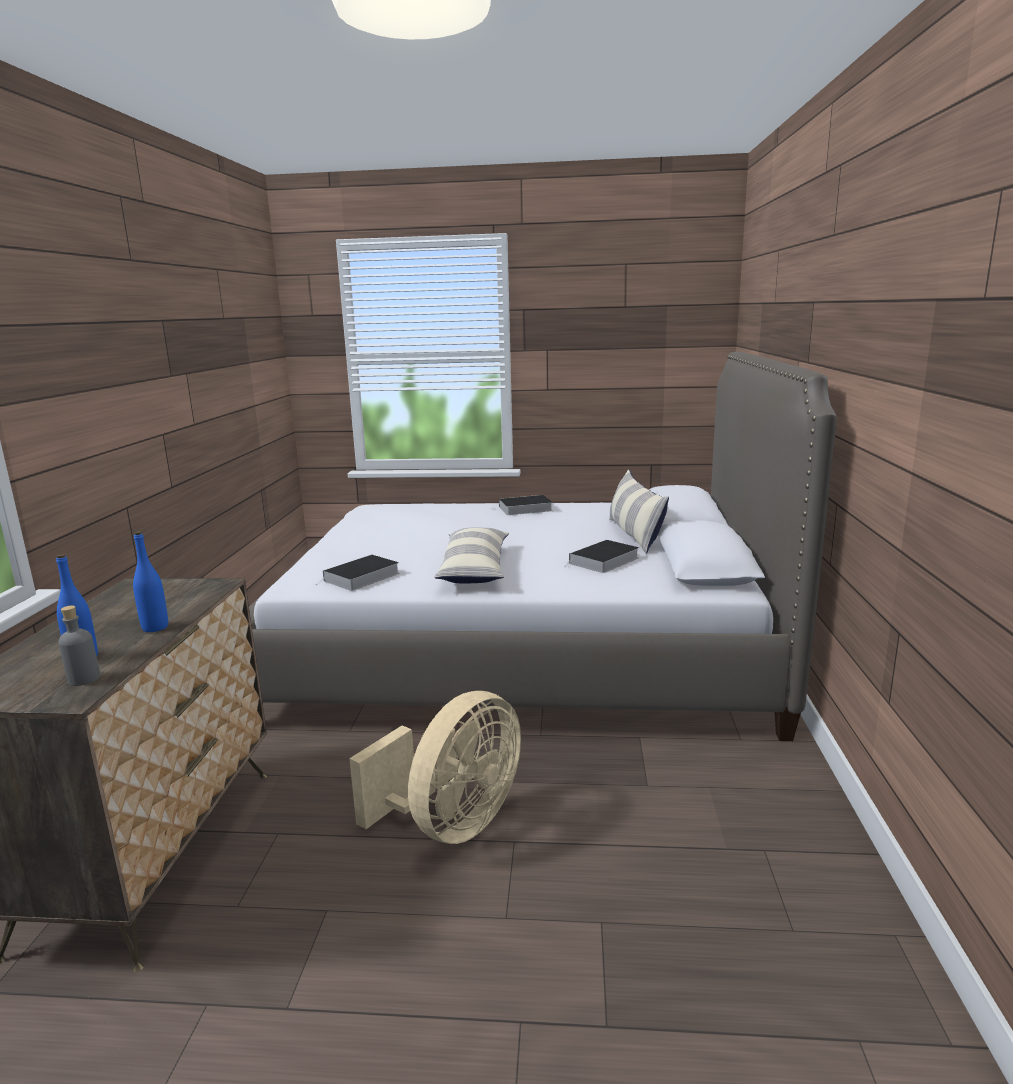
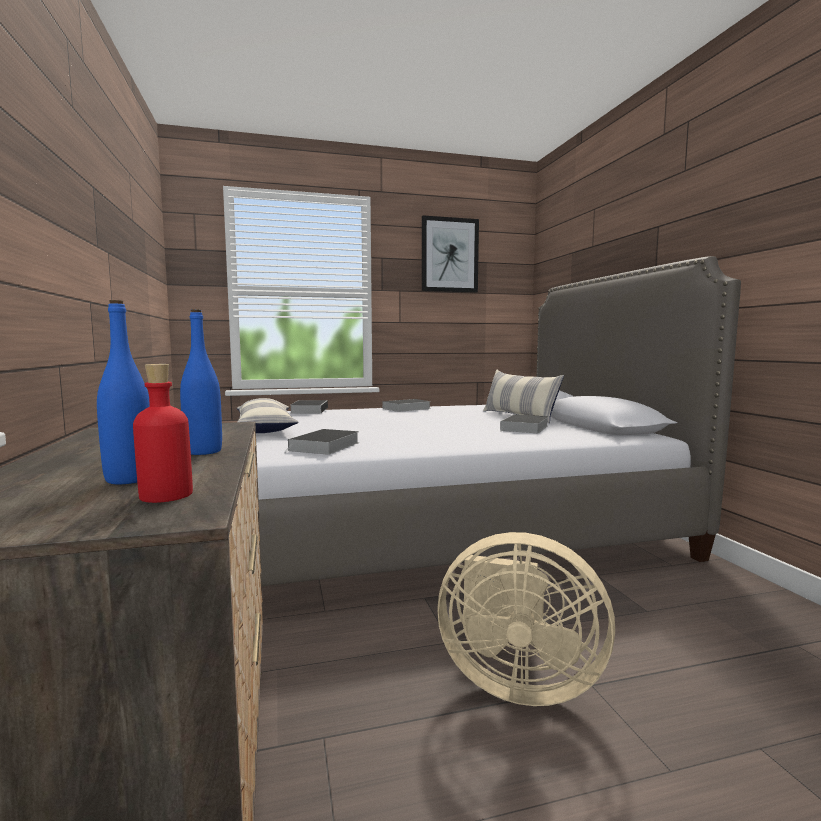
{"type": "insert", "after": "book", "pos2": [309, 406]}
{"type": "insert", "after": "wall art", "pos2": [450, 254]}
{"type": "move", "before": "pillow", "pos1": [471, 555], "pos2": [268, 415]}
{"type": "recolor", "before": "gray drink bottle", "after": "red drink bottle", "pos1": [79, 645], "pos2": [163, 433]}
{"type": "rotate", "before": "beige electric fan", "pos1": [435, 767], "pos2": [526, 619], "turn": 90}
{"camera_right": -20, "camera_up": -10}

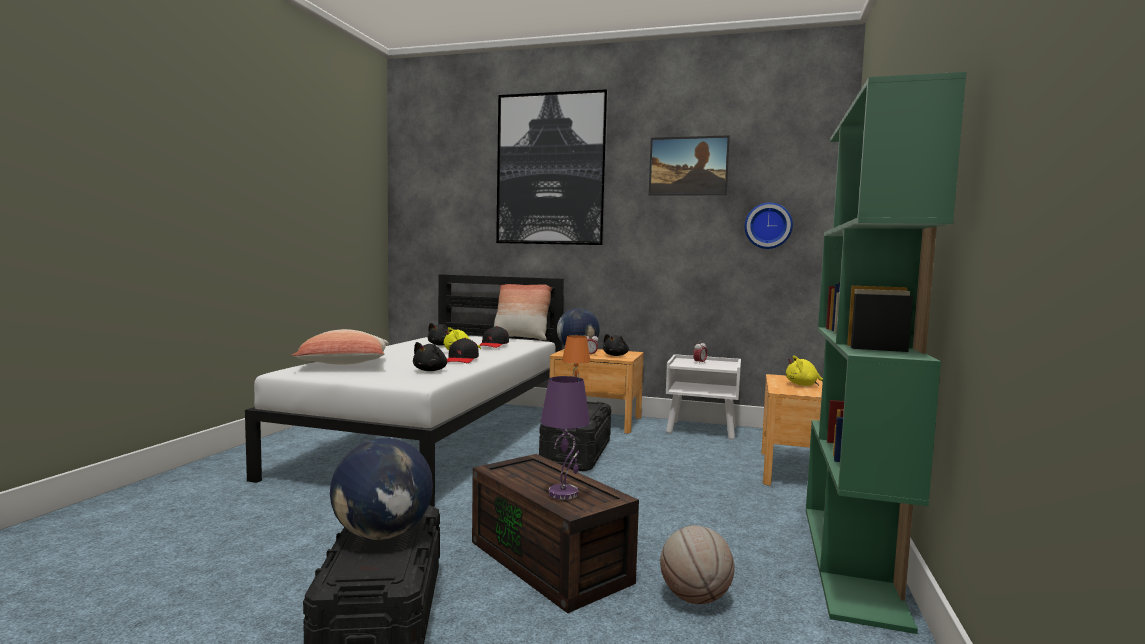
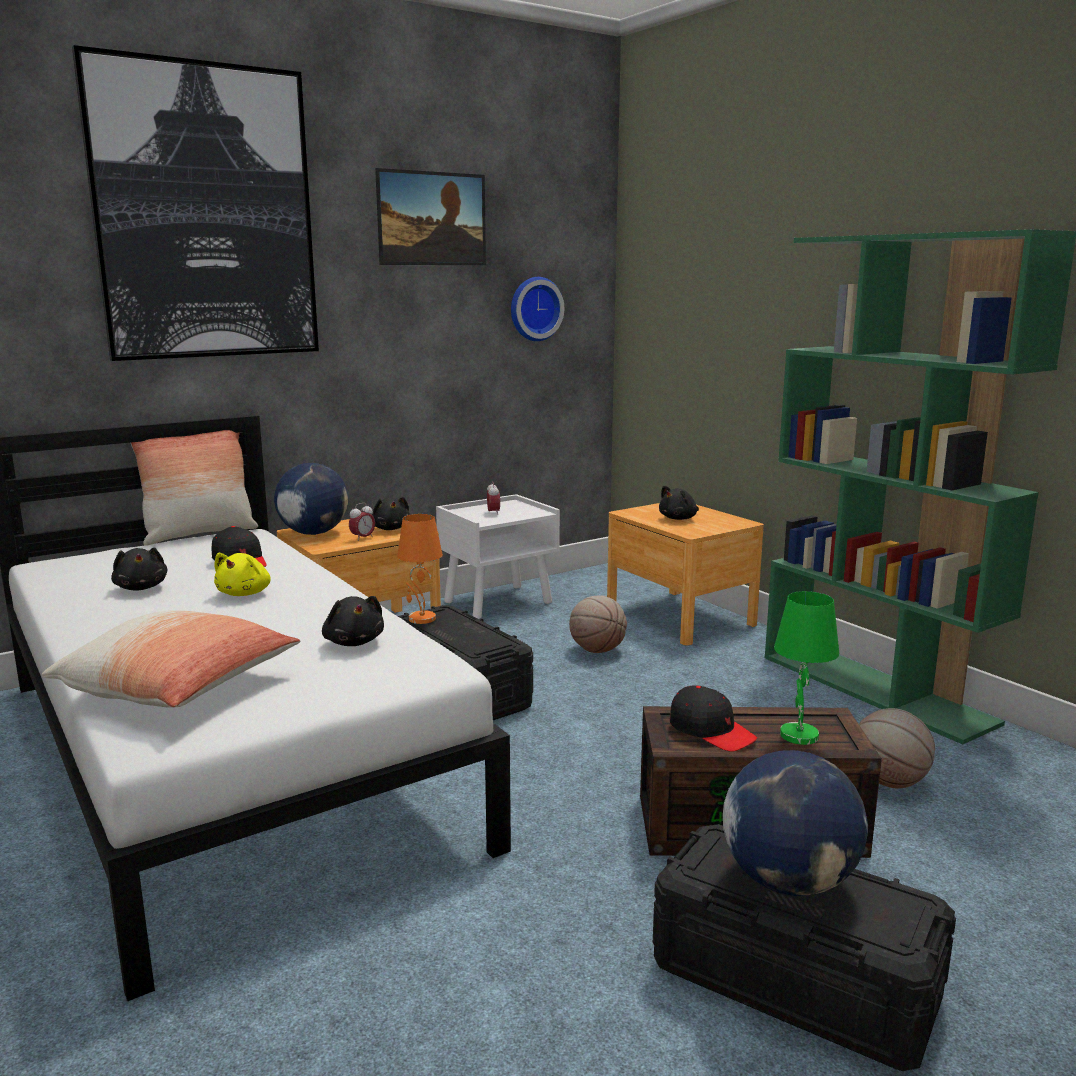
{"type": "insert", "after": "basketball ball", "pos2": [598, 624]}
{"type": "move", "before": "black-coloured cap", "pos1": [463, 350], "pos2": [713, 718]}
{"type": "recolor", "before": "purple table lamp", "after": "green table lamp", "pos1": [565, 437], "pos2": [806, 668]}
{"type": "recolor", "before": "yellow-coloured cuddly toy", "after": "black-coloured cuddly toy", "pos1": [804, 371], "pos2": [679, 503]}
{"camera_right": -50, "camera_up": 10}

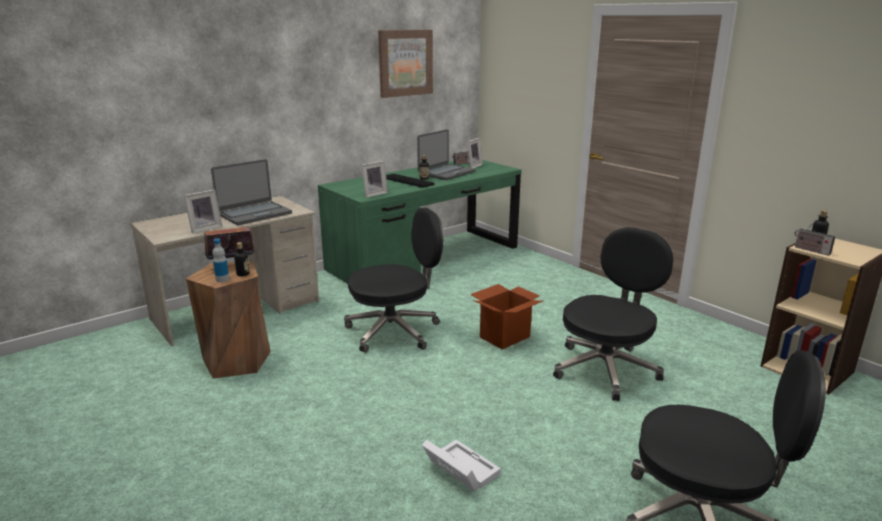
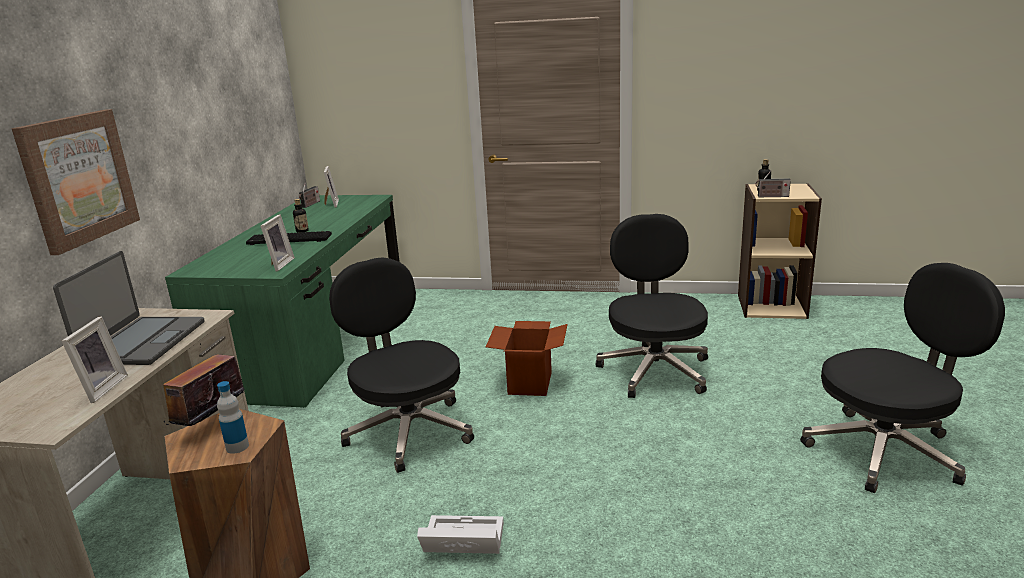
{"type": "delete", "before": "drink bottle", "pos1": [242, 259]}
{"type": "delete", "before": "laptop", "pos1": [446, 154]}
{"type": "move", "before": "wall art", "pos1": [405, 64], "pos2": [76, 182]}
{"type": "move", "before": "white-coloured storage container", "pos1": [461, 466], "pos2": [460, 534]}
{"type": "rotate", "before": "black-coloured computer chair", "pos1": [393, 280], "pos2": [401, 365], "turn": -60}
{"camera_right": -40, "camera_up": 0}

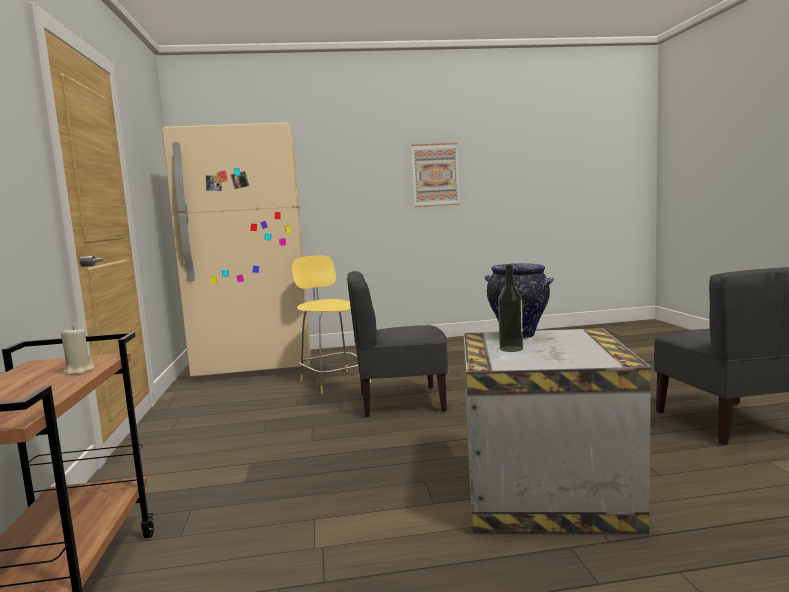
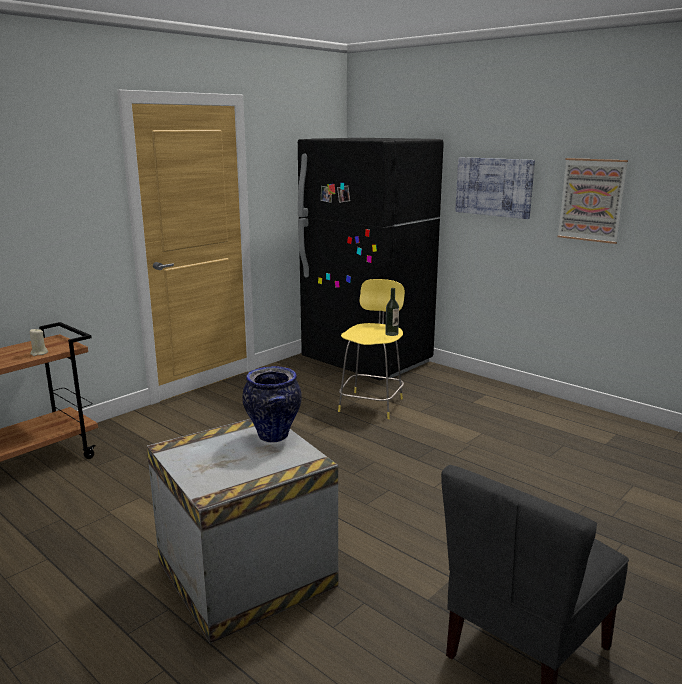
{"type": "delete", "before": "gray upright chair", "pos1": [397, 344]}
{"type": "insert", "after": "wall art", "pos2": [495, 188]}
{"type": "move", "before": "drink bottle", "pos1": [510, 308], "pos2": [392, 312]}
{"type": "recolor", "before": "beige fridge", "after": "black-coloured fridge", "pos1": [236, 249], "pos2": [371, 259]}
{"camera_right": 50, "camera_up": 10}

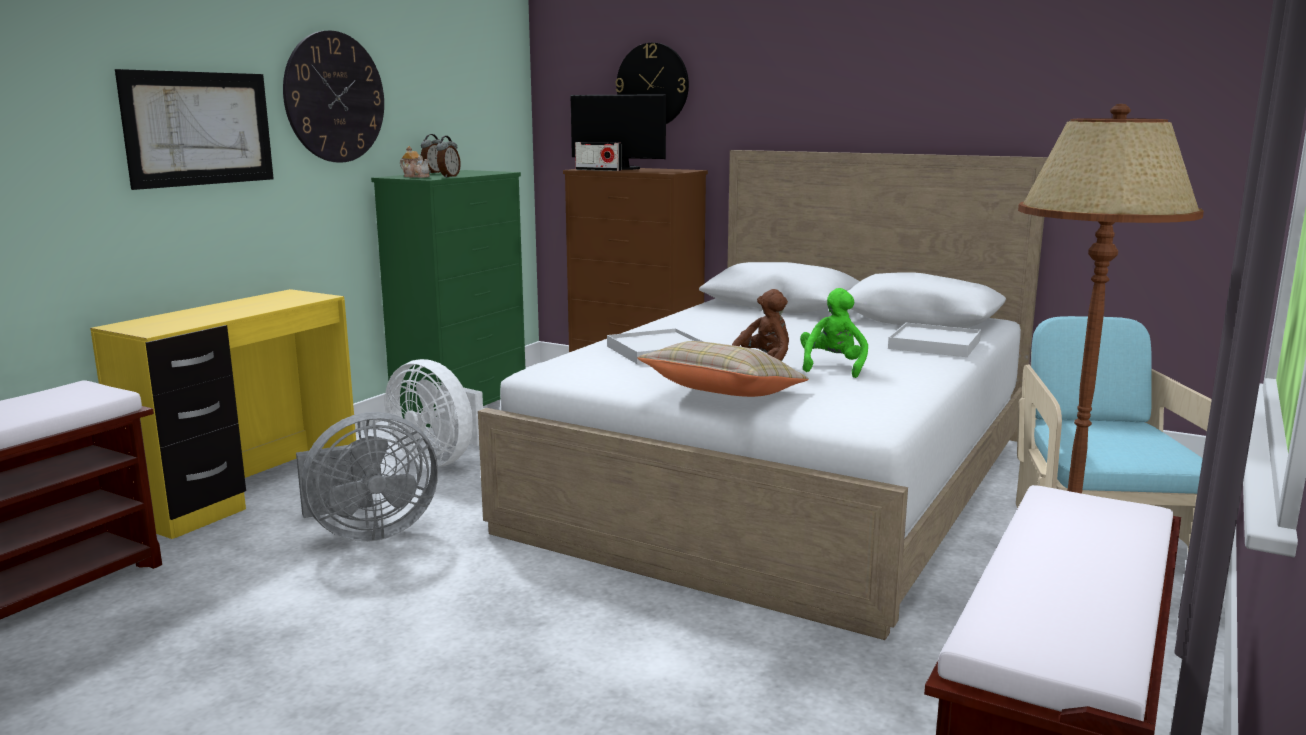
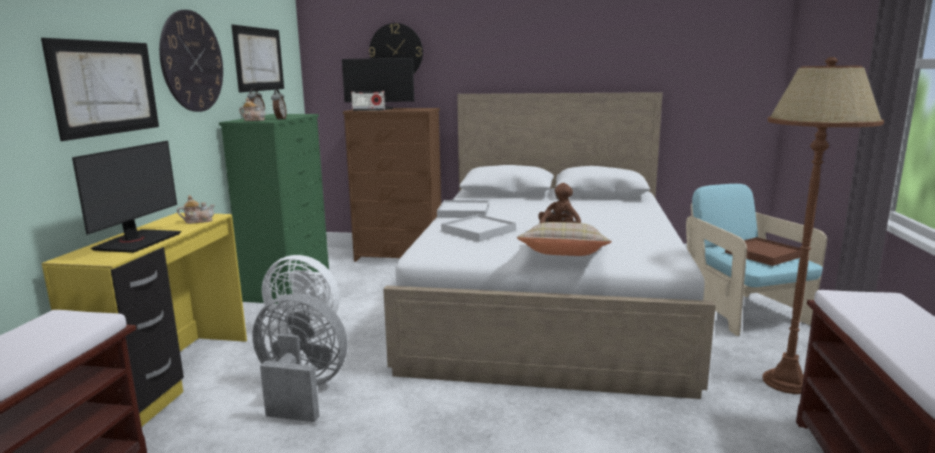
{"type": "delete", "before": "green cuddly toy", "pos1": [834, 333]}
{"type": "insert", "after": "monitor", "pos2": [126, 197]}
{"type": "insert", "after": "tea pot", "pos2": [196, 209]}
{"type": "insert", "after": "wall art", "pos2": [257, 59]}
{"type": "insert", "after": "brown tray", "pos2": [763, 251]}
{"type": "move", "before": "white-coloured tray", "pos1": [934, 339], "pos2": [463, 209]}
{"type": "rotate", "before": "gray electric fan", "pos1": [367, 477], "pos2": [300, 358], "turn": -120}
{"camera_right": -20, "camera_up": 0}

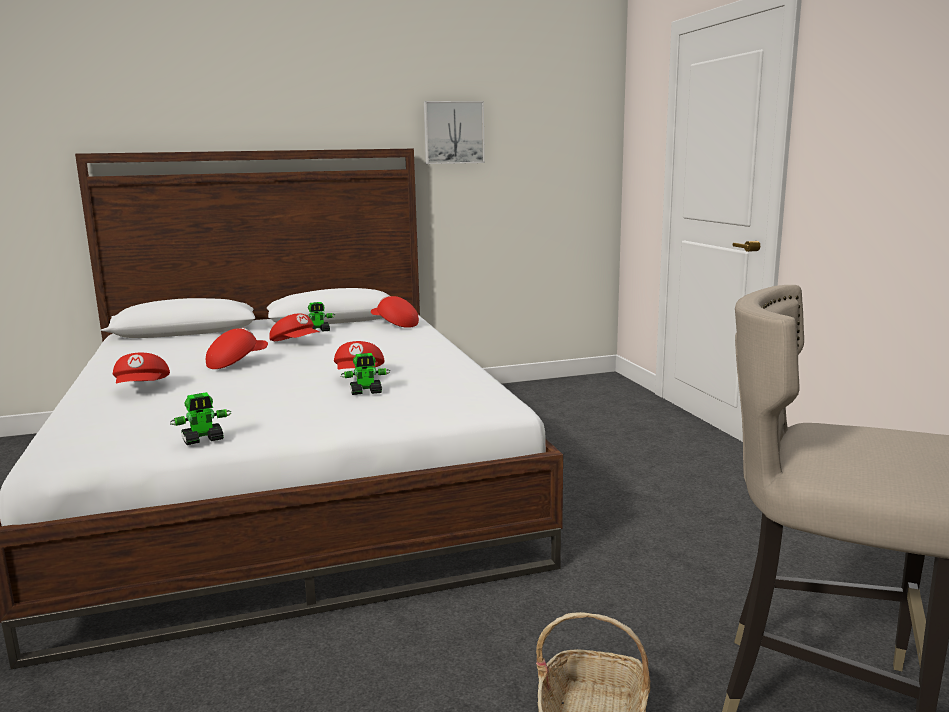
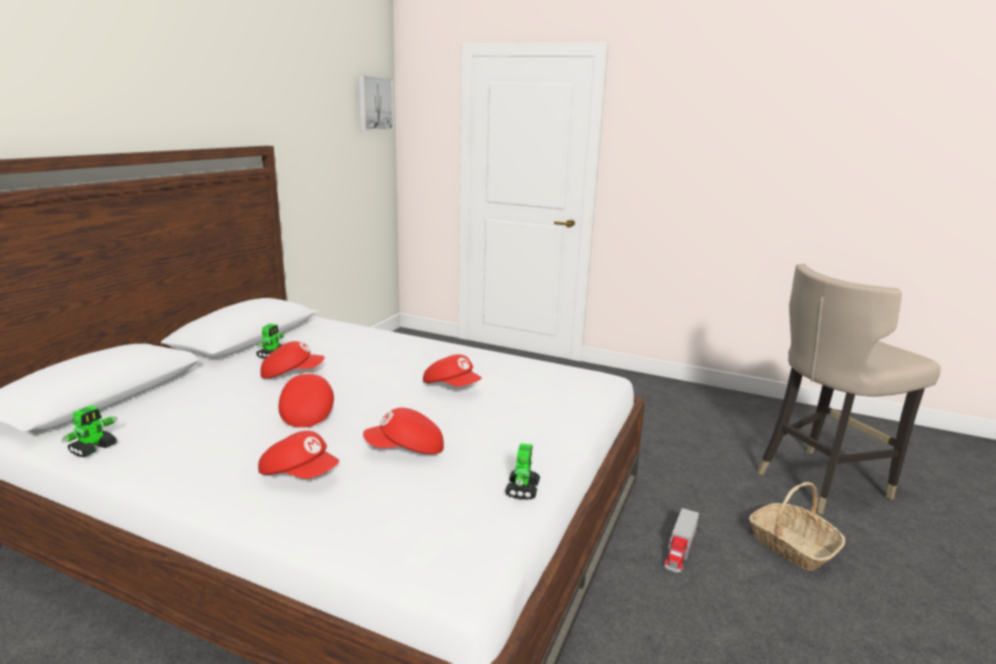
{"type": "insert", "after": "toy truck", "pos2": [681, 540]}
{"type": "move", "before": "toy robot", "pos1": [365, 374], "pos2": [89, 431]}
{"type": "move", "before": "red cap", "pos1": [395, 312], "pos2": [403, 431]}
{"type": "move", "before": "wall art", "pos1": [454, 132], "pos2": [376, 103]}
{"camera_right": -50, "camera_up": 5}

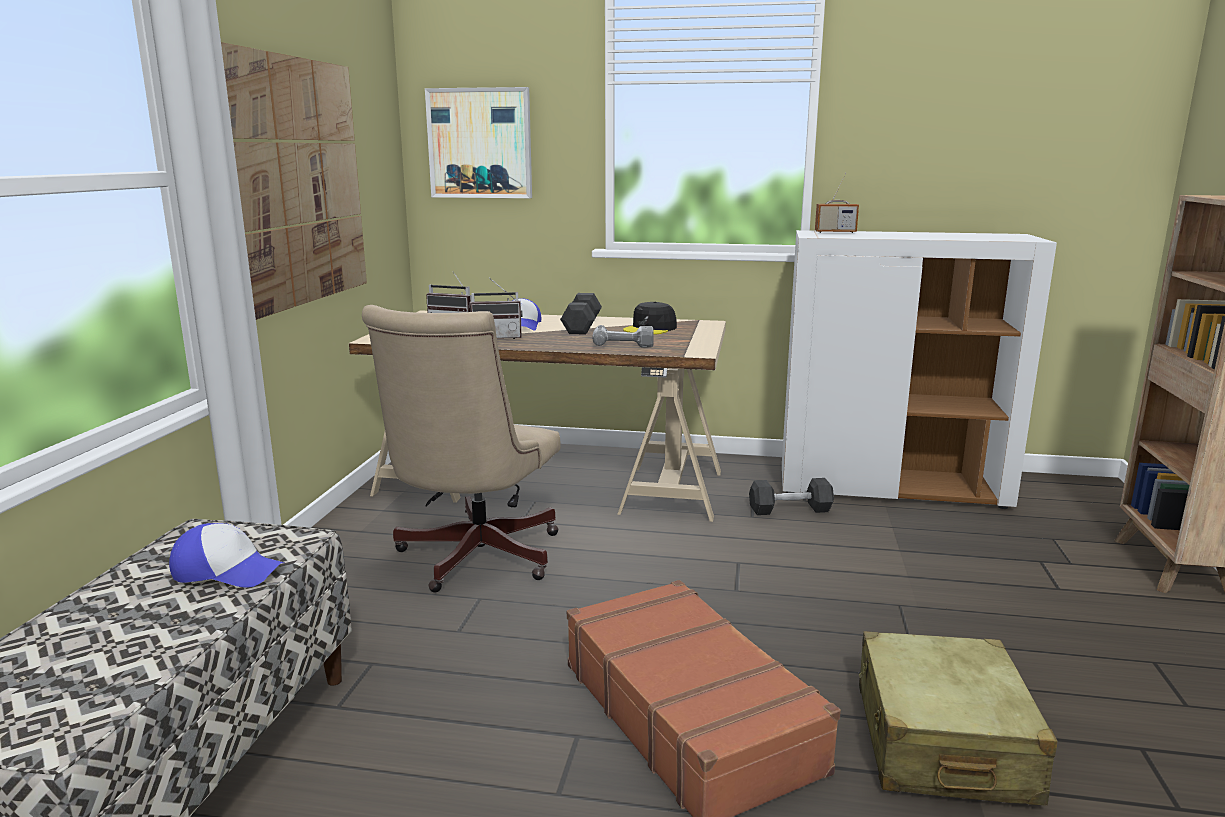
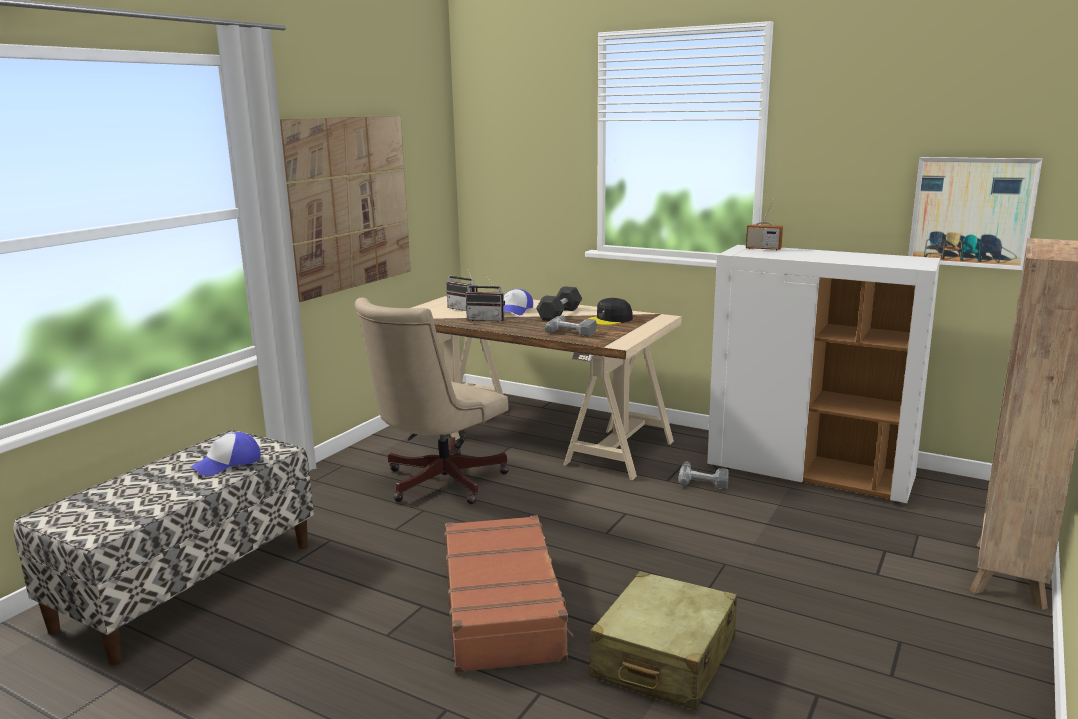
{"type": "move", "before": "wall art", "pos1": [478, 142], "pos2": [975, 213]}
{"type": "replace", "before": "black-coloured free weight", "after": "drill", "pos1": [791, 496], "pos2": [703, 475]}
{"type": "rotate", "before": "cap", "pos1": [226, 555], "pos2": [225, 454], "turn": 105}
{"camera_right": 20, "camera_up": 0}

